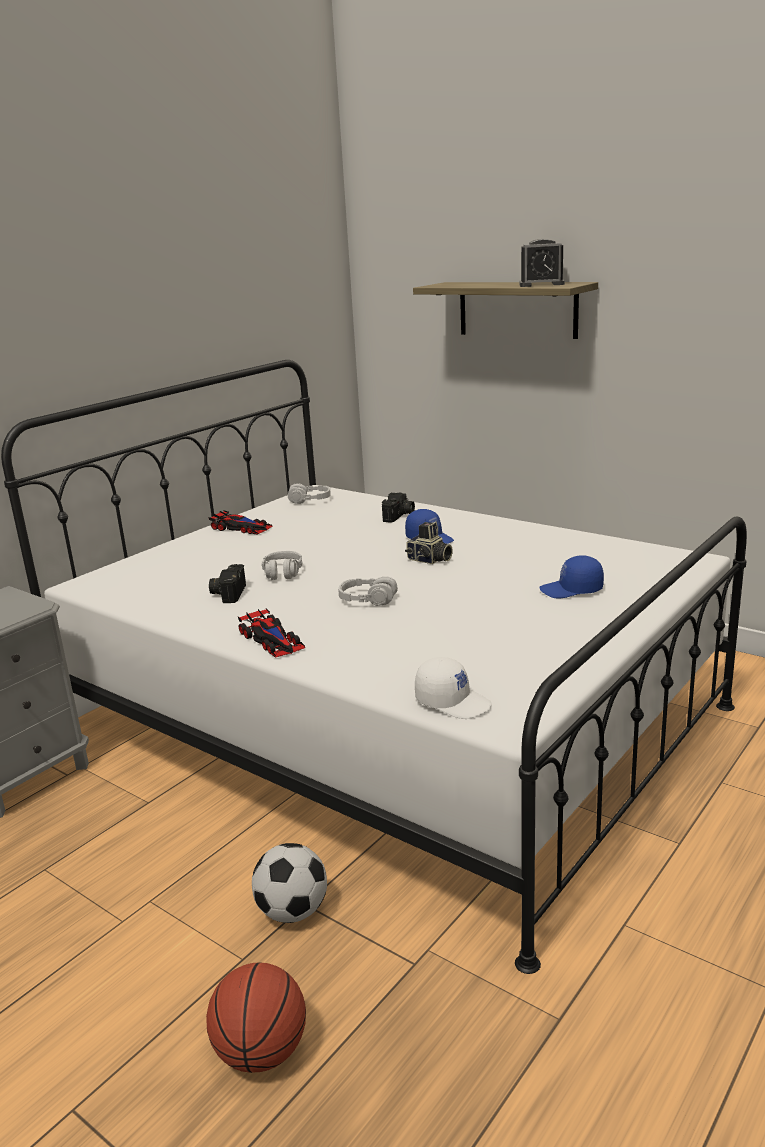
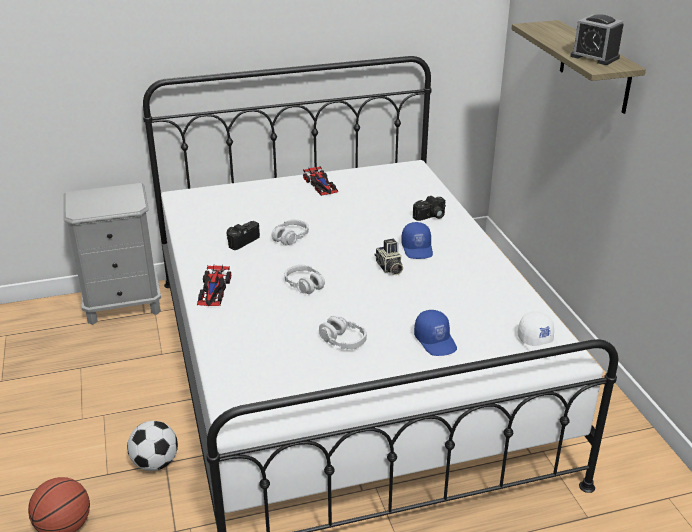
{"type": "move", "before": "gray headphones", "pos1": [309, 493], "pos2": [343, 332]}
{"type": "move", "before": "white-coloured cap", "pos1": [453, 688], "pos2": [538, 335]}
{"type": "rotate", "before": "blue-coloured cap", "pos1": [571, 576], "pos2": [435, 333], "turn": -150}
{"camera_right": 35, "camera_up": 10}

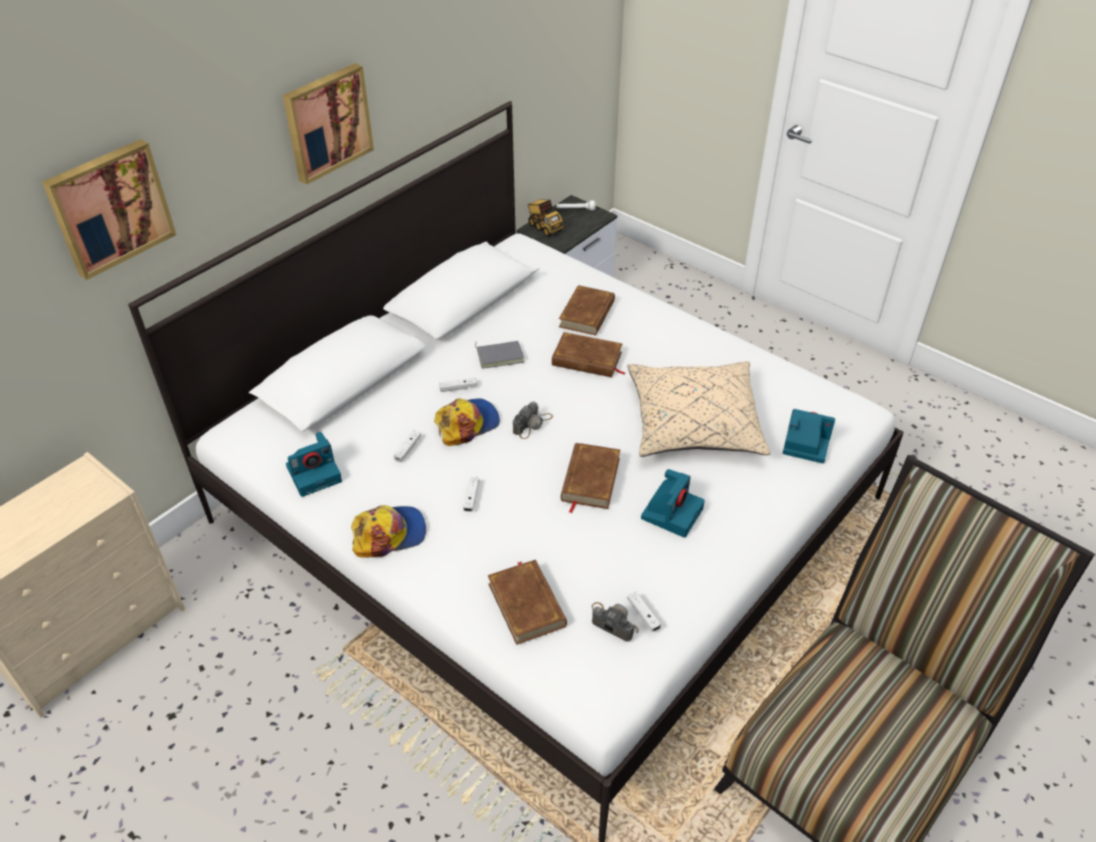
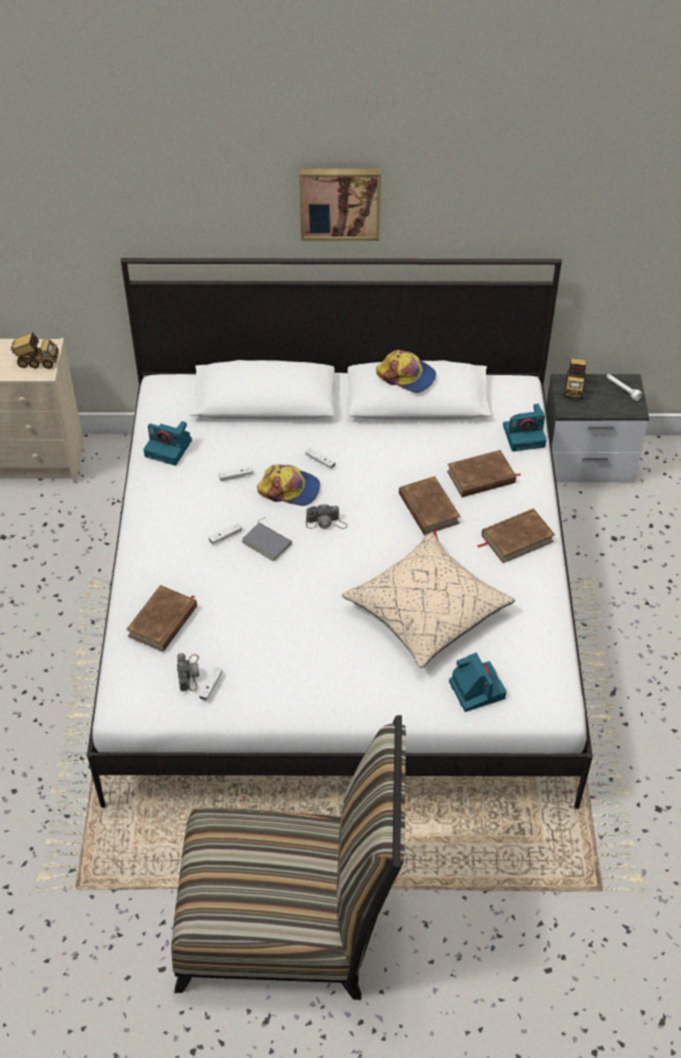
{"type": "delete", "before": "wall art", "pos1": [109, 209]}
{"type": "insert", "after": "toy truck", "pos2": [34, 350]}
{"type": "move", "before": "cap", "pos1": [388, 531], "pos2": [406, 371]}
{"type": "move", "before": "gray book", "pos1": [499, 355], "pos2": [267, 539]}
{"type": "move", "before": "brown book", "pos1": [590, 478], "pos2": [516, 535]}
{"type": "move", "before": "still camera", "pos1": [673, 503], "pos2": [525, 427]}
{"camera_right": 50, "camera_up": 5}

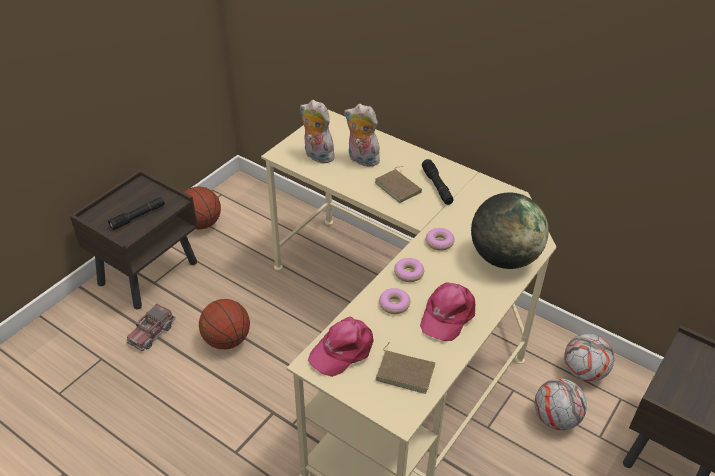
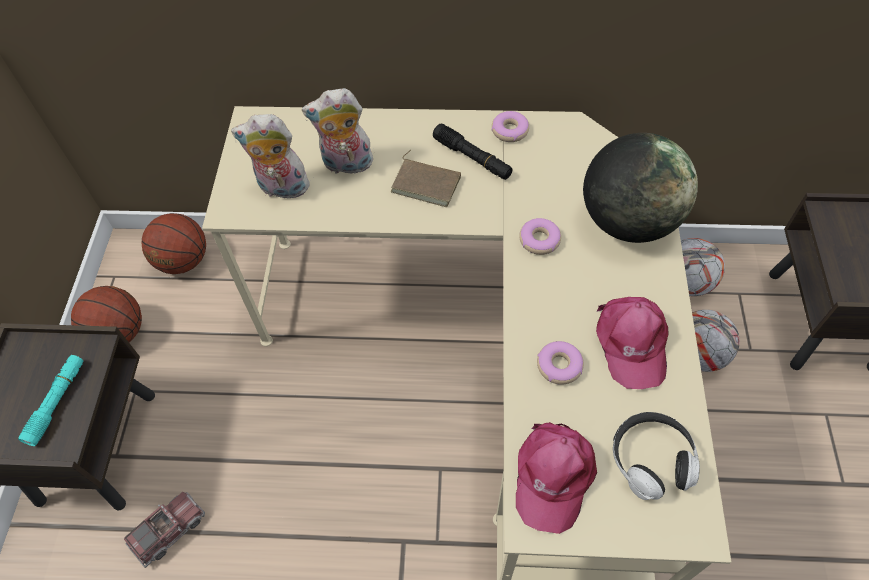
{"type": "move", "before": "basketball ball", "pos1": [224, 324], "pos2": [174, 243]}
{"type": "move", "before": "ring doughnut", "pos1": [409, 270], "pos2": [510, 126]}
{"type": "replace", "before": "brown book", "after": "headphones", "pos1": [405, 368], "pos2": [656, 456]}
{"type": "recolor", "before": "black-coloured torch", "after": "turquoise torch", "pos1": [136, 213], "pos2": [50, 400]}
{"type": "rotate", "before": "toy truck", "pos1": [151, 327], "pos2": [164, 530], "turn": -135}
{"camera_right": -30, "camera_up": 15}

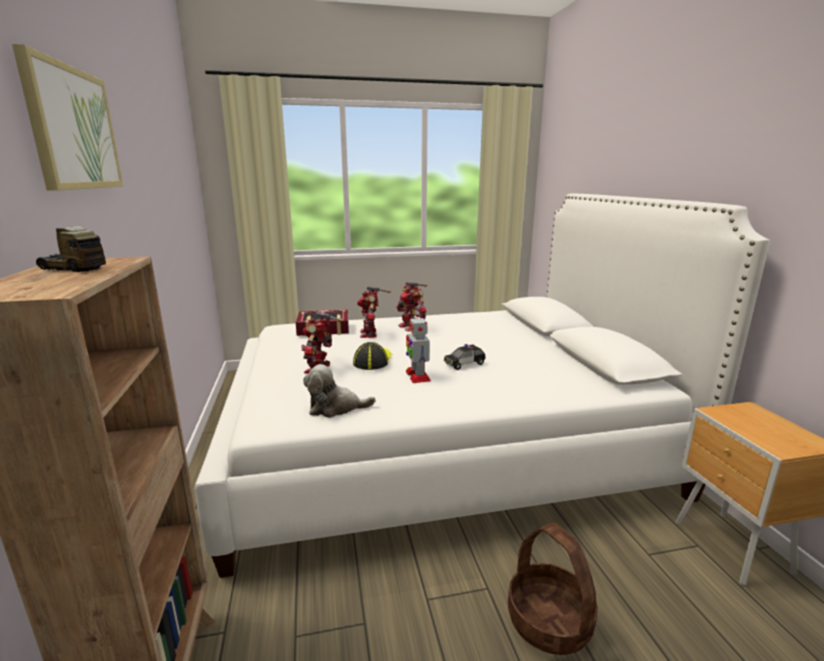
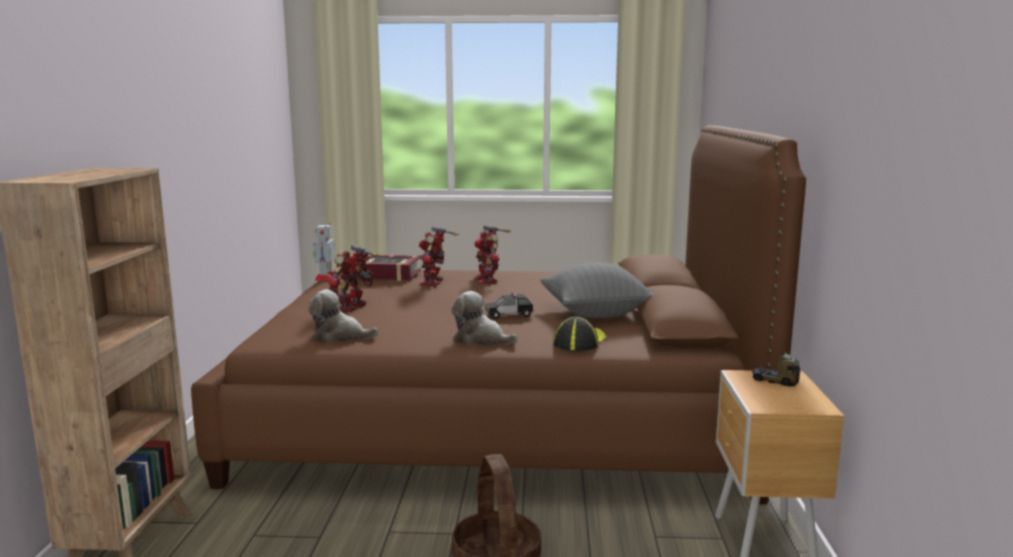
{"type": "delete", "before": "wall art", "pos1": [67, 117]}
{"type": "insert", "after": "cuddly toy", "pos2": [485, 318]}
{"type": "insert", "after": "gray pillow", "pos2": [597, 290]}
{"type": "move", "before": "toy truck", "pos1": [71, 249], "pos2": [776, 369]}
{"type": "move", "before": "cap", "pos1": [372, 356], "pos2": [579, 333]}
{"type": "move", "before": "toy robot", "pos1": [418, 349], "pos2": [324, 252]}
{"type": "recolor", "before": "white-coloured sleeping bed", "after": "brown sleeping bed", "pos1": [482, 386], "pos2": [498, 314]}
{"camera_right": 15, "camera_up": -5}

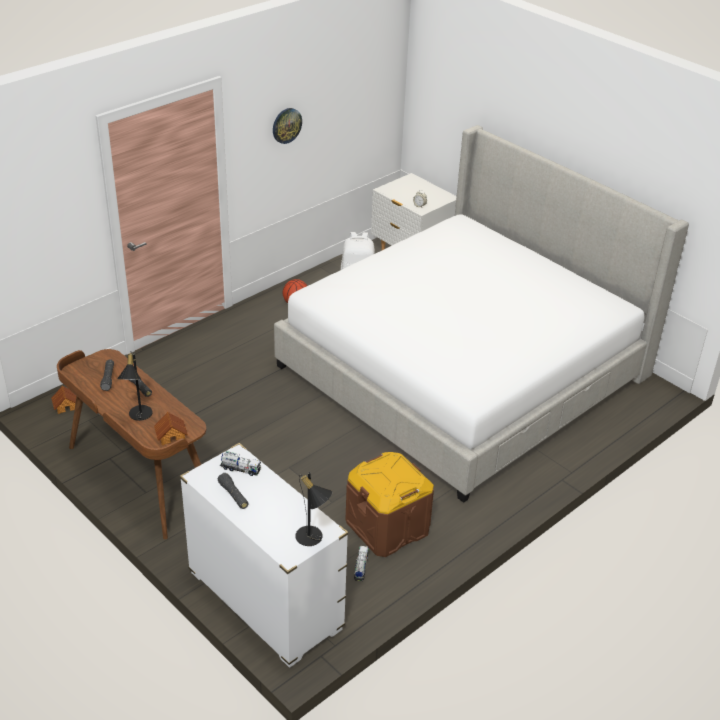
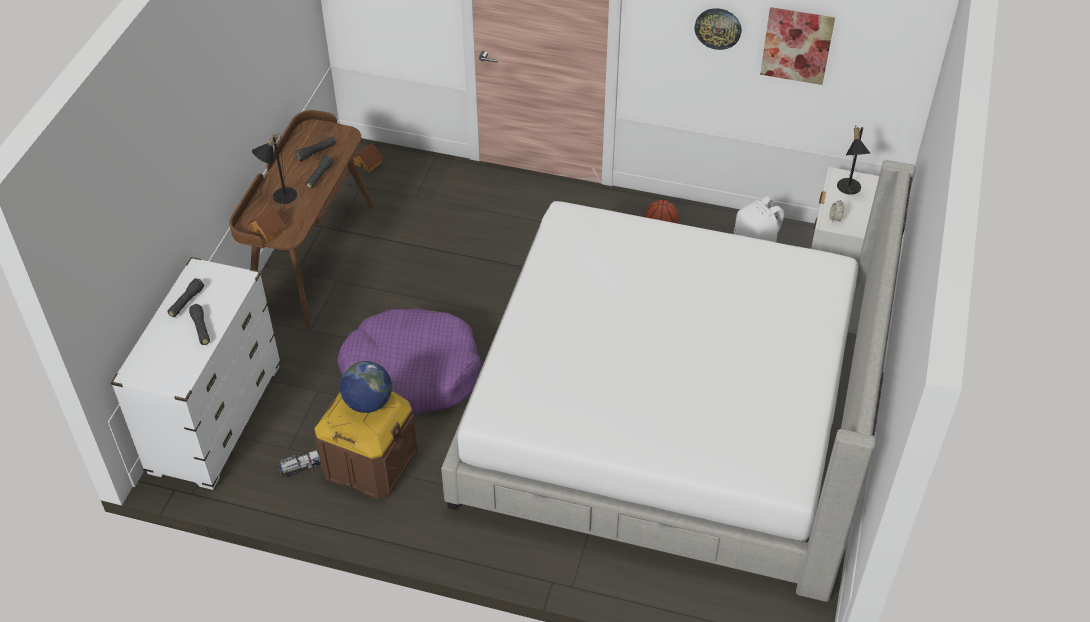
{"type": "delete", "before": "toy truck", "pos1": [240, 463]}
{"type": "insert", "after": "black-coloured torch", "pos2": [199, 324]}
{"type": "insert", "after": "purple dog bed", "pos2": [409, 361]}
{"type": "insert", "after": "world globe", "pos2": [366, 387]}
{"type": "insert", "after": "wall art", "pos2": [797, 46]}
{"type": "move", "before": "black-coloured table lamp", "pos1": [314, 509], "pos2": [853, 160]}
{"camera_right": 60, "camera_up": 10}

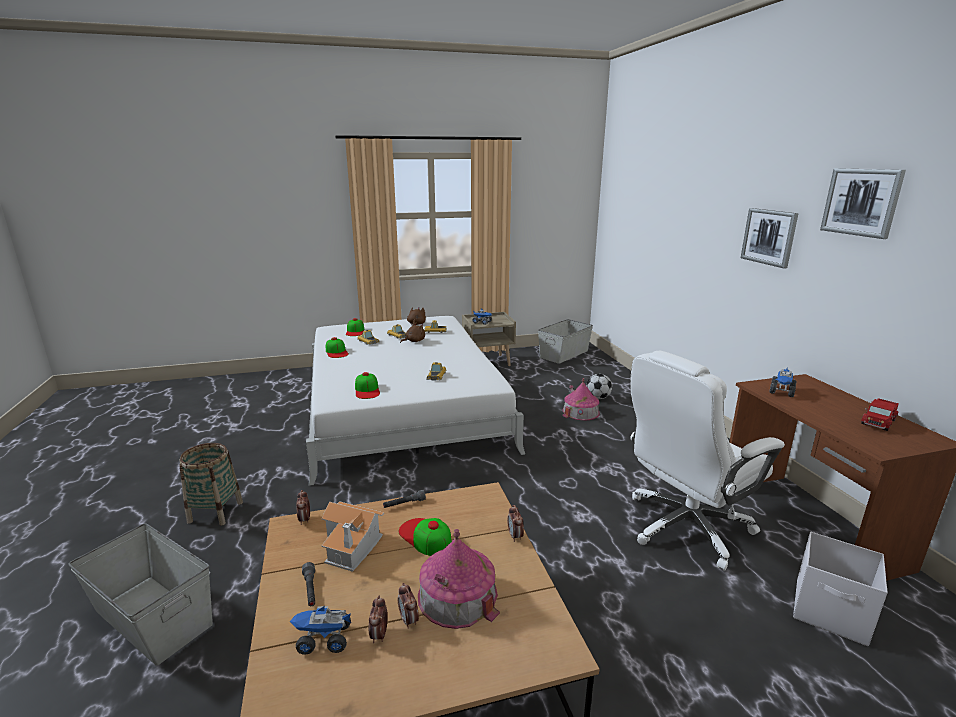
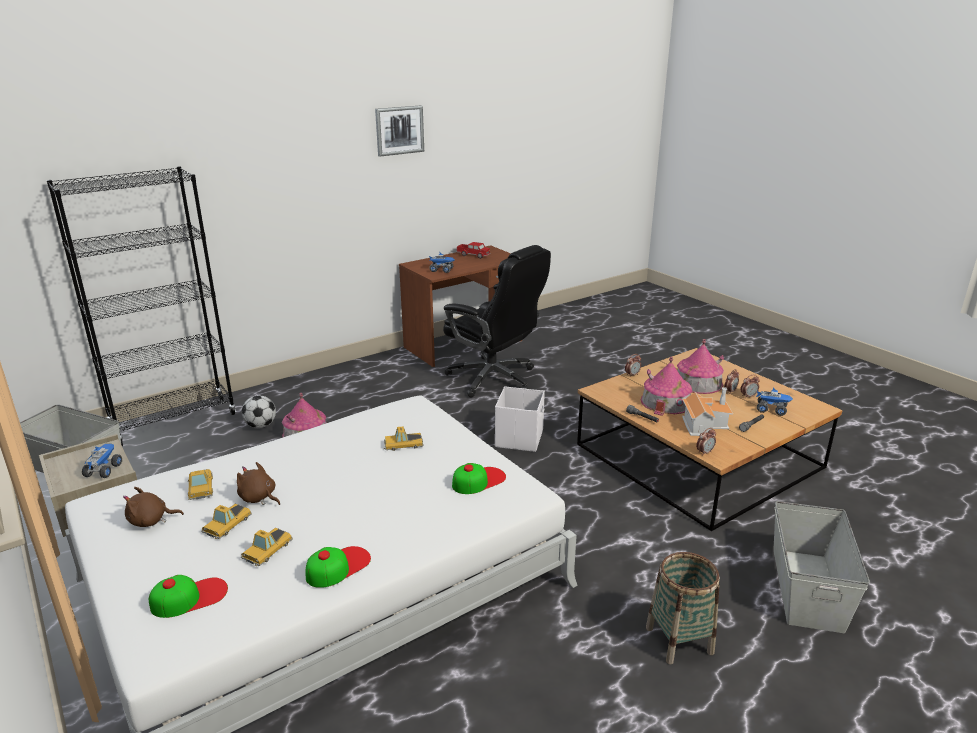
{"type": "delete", "before": "wall art", "pos1": [770, 238]}
{"type": "insert", "after": "black-coloured bookcase", "pos2": [141, 306]}
{"type": "move", "before": "white-coloured storage container", "pos1": [840, 589], "pos2": [520, 419]}
{"type": "replace", "before": "cap", "after": "model house", "pos1": [425, 537], "pos2": [666, 386]}
{"type": "recolor", "before": "white-coloured computer chair", "after": "black-coloured computer chair", "pos1": [707, 461], "pos2": [497, 321]}
{"type": "rotate", "before": "toy truck", "pos1": [320, 630], "pos2": [774, 401], "turn": -45}
{"camera_right": -110, "camera_up": 5}

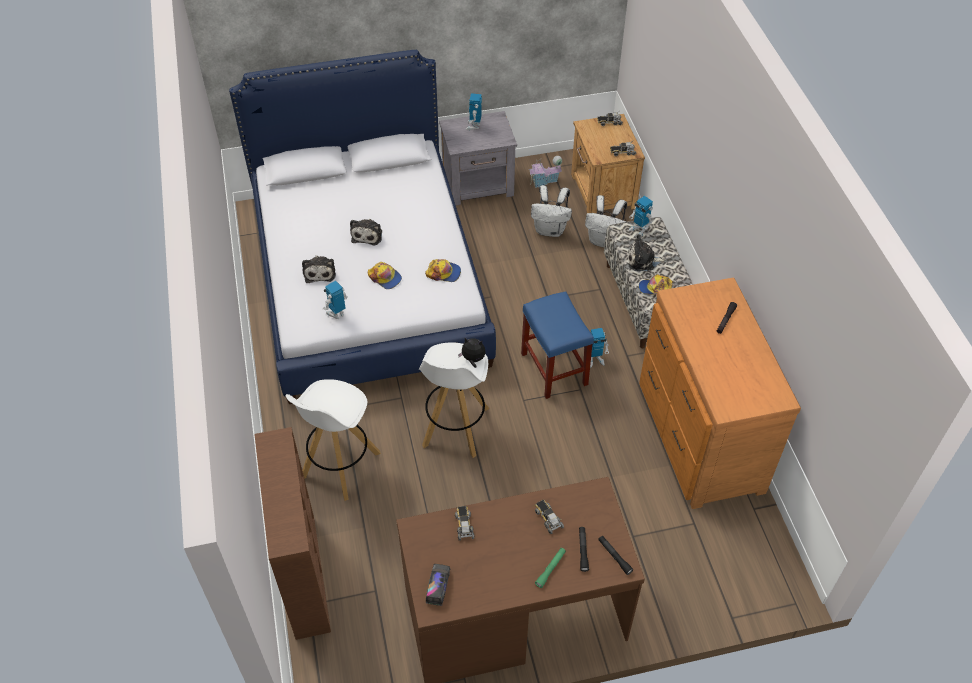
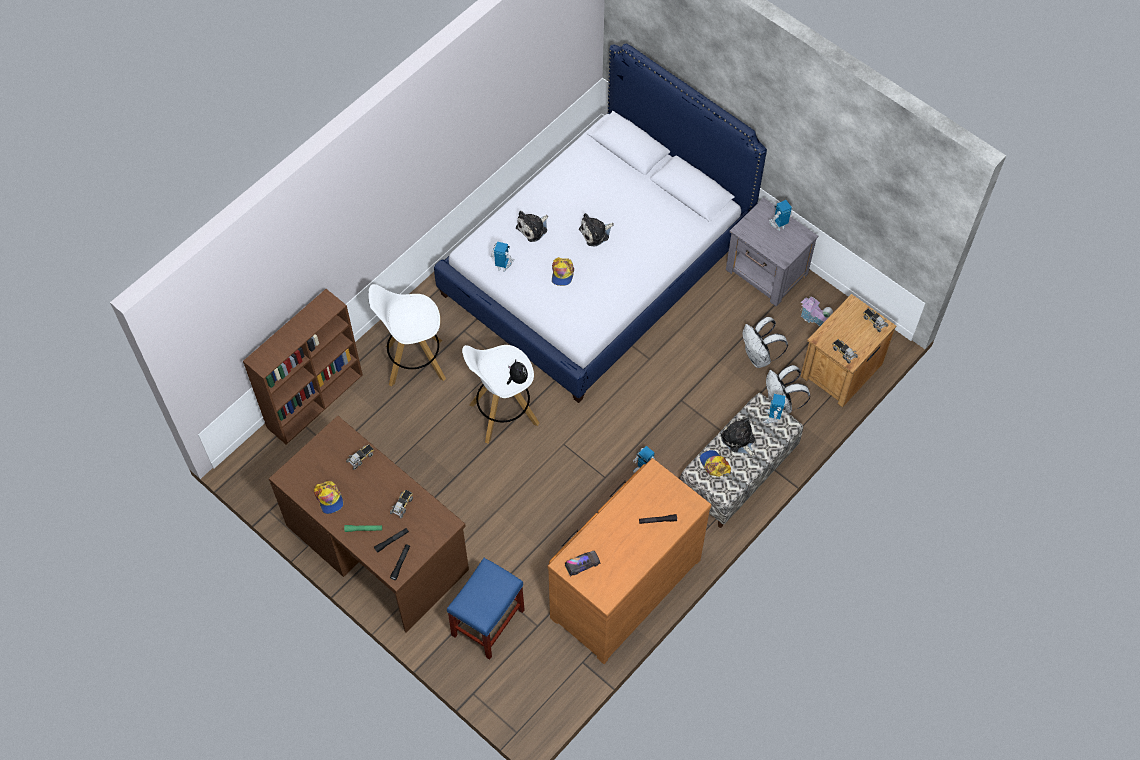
{"type": "move", "before": "cap", "pos1": [443, 270], "pos2": [328, 497]}
{"type": "move", "before": "toy truck", "pos1": [438, 585], "pos2": [582, 563]}
{"type": "move", "before": "blue-coloured sitting stool", "pos1": [557, 345], "pos2": [486, 609]}
{"camera_right": 55, "camera_up": 10}

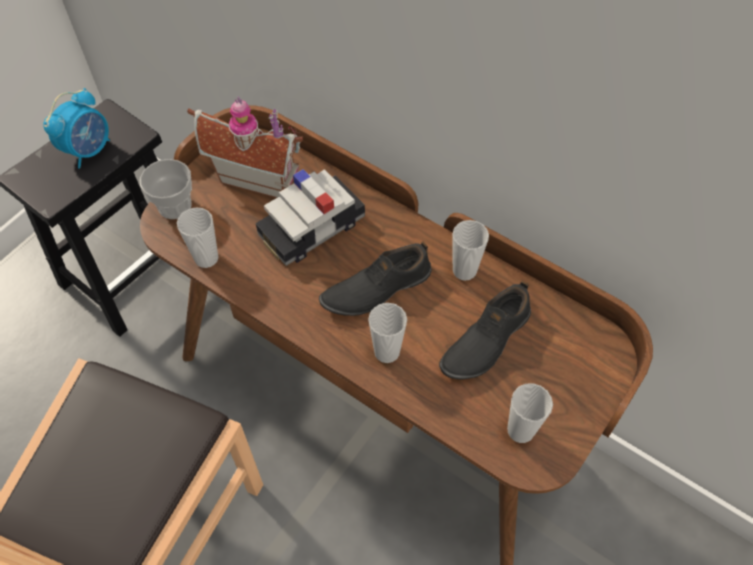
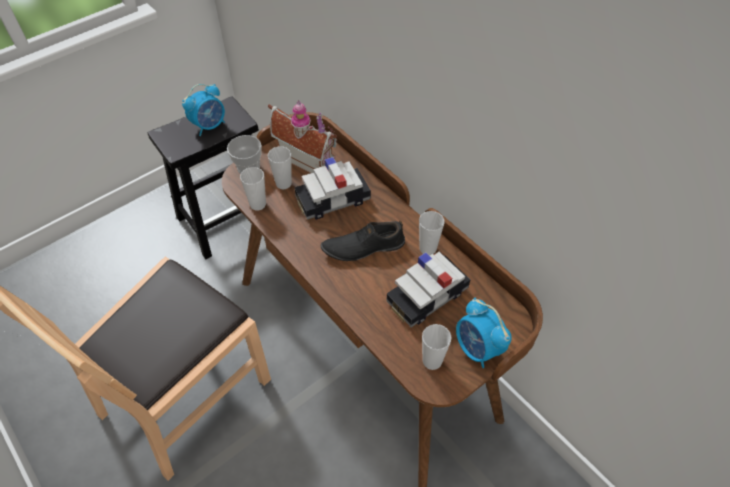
{"type": "insert", "after": "alarm clock", "pos2": [484, 333]}
{"type": "move", "before": "cup", "pos1": [387, 333], "pos2": [280, 167]}
{"type": "replace", "before": "black-coloured item of footwear", "after": "model car", "pos1": [485, 330], "pos2": [428, 289]}
{"camera_right": 15, "camera_up": -5}

